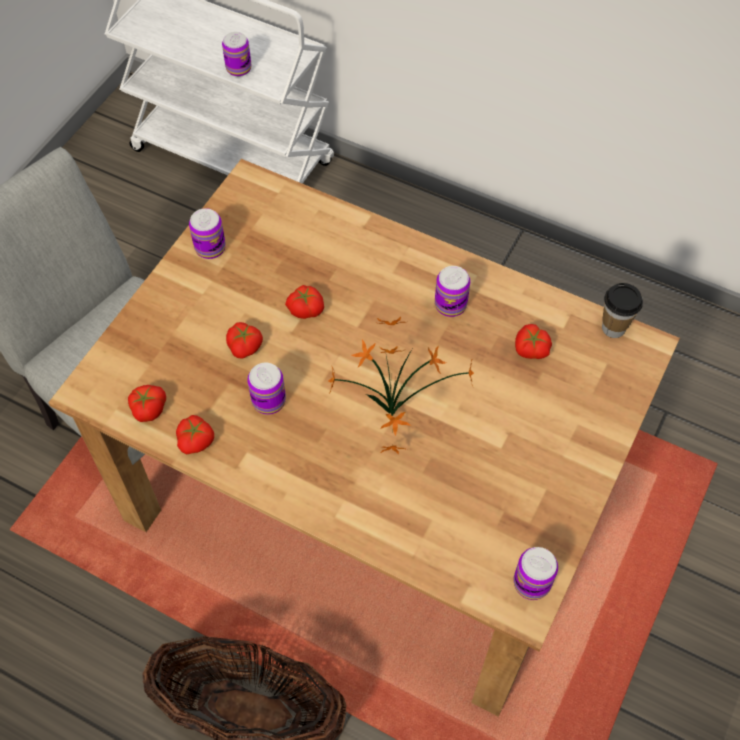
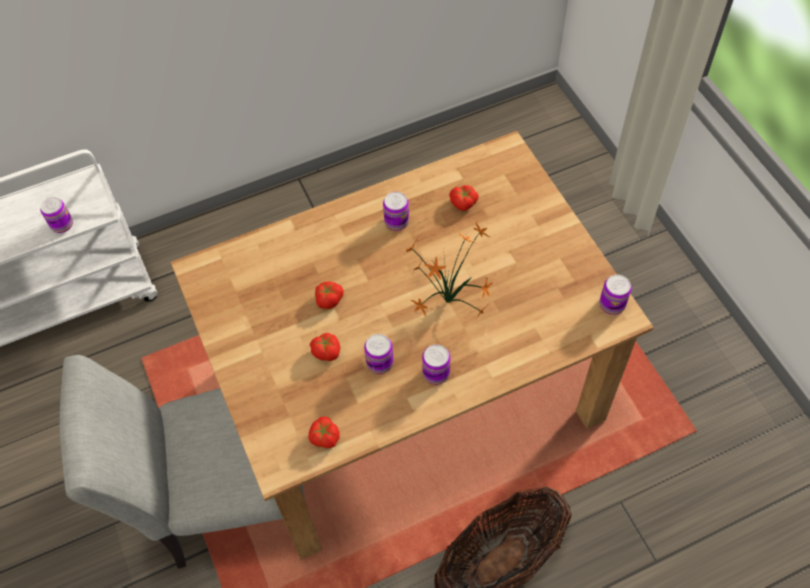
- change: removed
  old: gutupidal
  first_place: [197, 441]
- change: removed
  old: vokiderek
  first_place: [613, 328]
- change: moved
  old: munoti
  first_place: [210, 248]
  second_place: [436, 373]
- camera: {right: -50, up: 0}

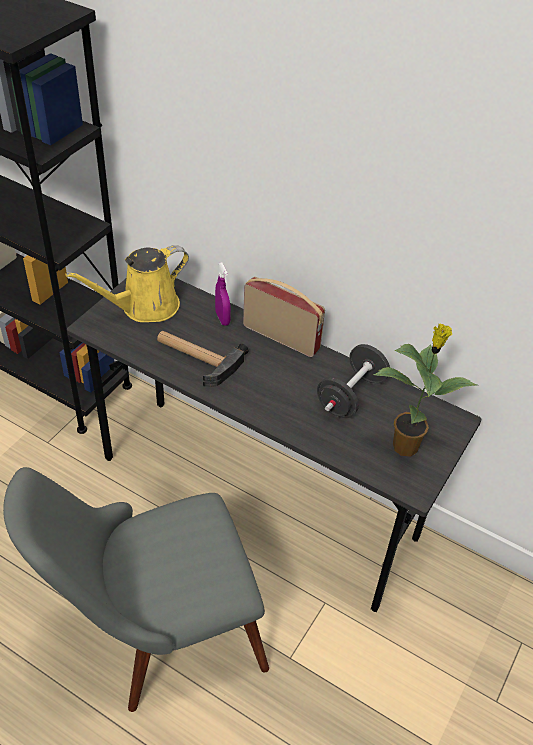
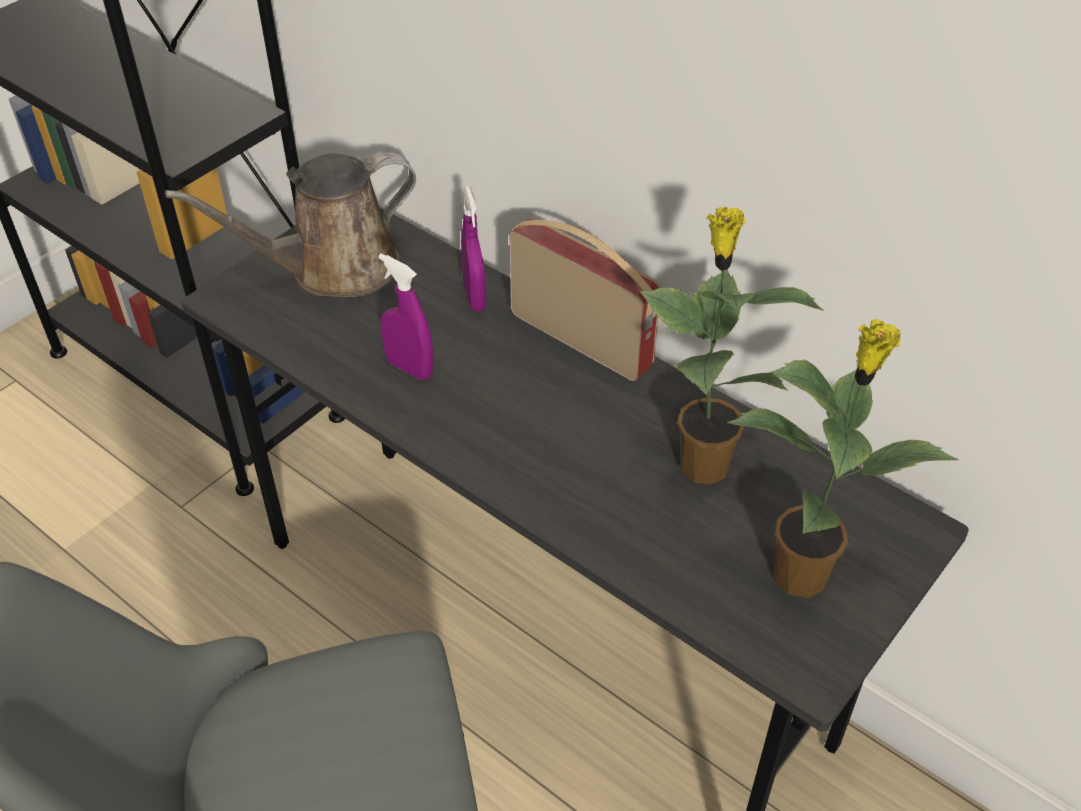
- change: replaced
  old: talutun
  new: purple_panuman
  first_place: [196, 357]
  second_place: [409, 368]
- change: replaced
  old: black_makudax
  new: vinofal
  first_place: [351, 395]
  second_place: [702, 463]
- change: recoloured
  old: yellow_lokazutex
  new: brown_lokazutex
  first_place: [144, 307]
  second_place: [333, 269]
- camera: {right: 10, up: 0}

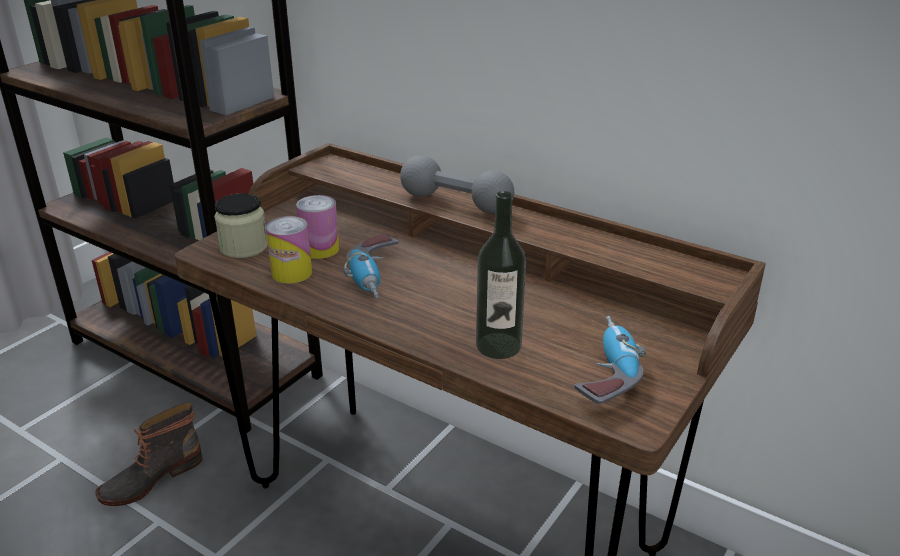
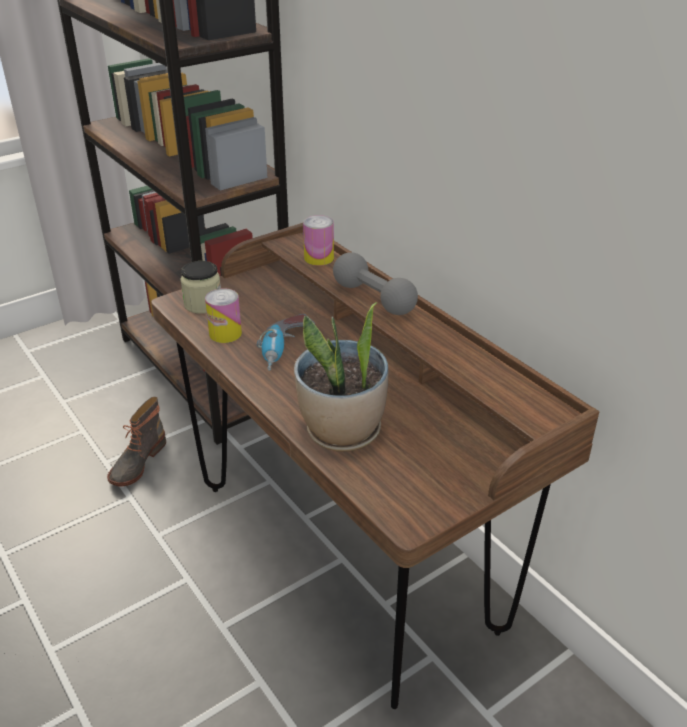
- change: removed
  old: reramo
  first_place: [604, 372]
- change: moved
  old: munoti
  first_place: [320, 249]
  second_place: [319, 258]
- change: replaced
  old: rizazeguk
  new: vinofal
  first_place: [498, 346]
  second_place: [342, 432]
- change: turned
  old: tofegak
  first_place: [151, 478]
  second_place: [137, 462]
  degrees: -45
- camera: {right: 20, up: 5}

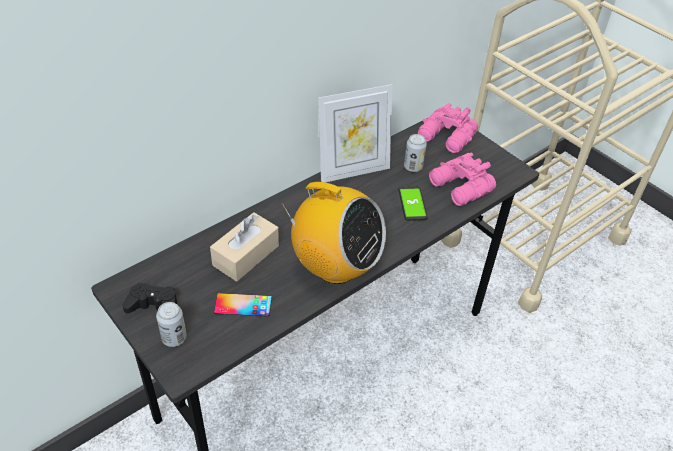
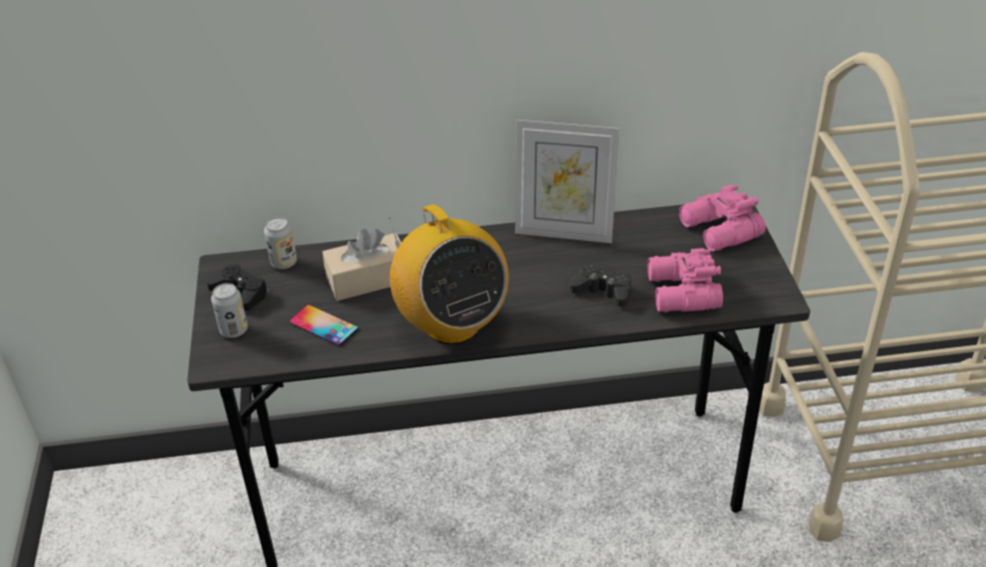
- change: moved
  old: munoti
  first_place: [413, 167]
  second_place: [284, 262]
- change: replaced
  old: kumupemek
  new: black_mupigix
  first_place: [412, 204]
  second_place: [603, 291]
- camera: {right: 35, up: -5}

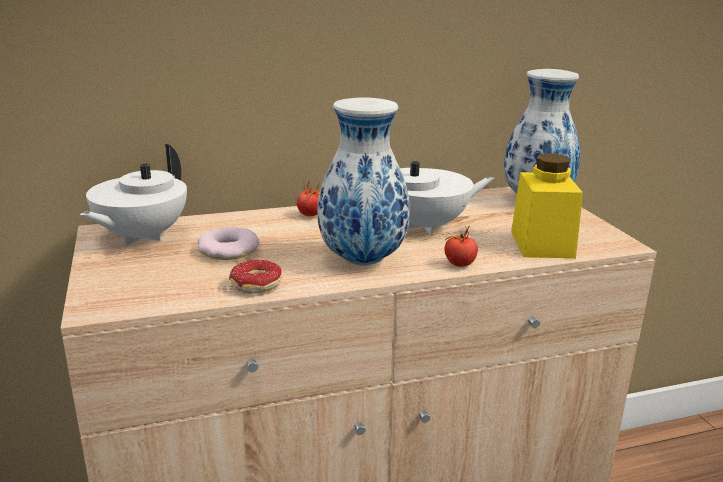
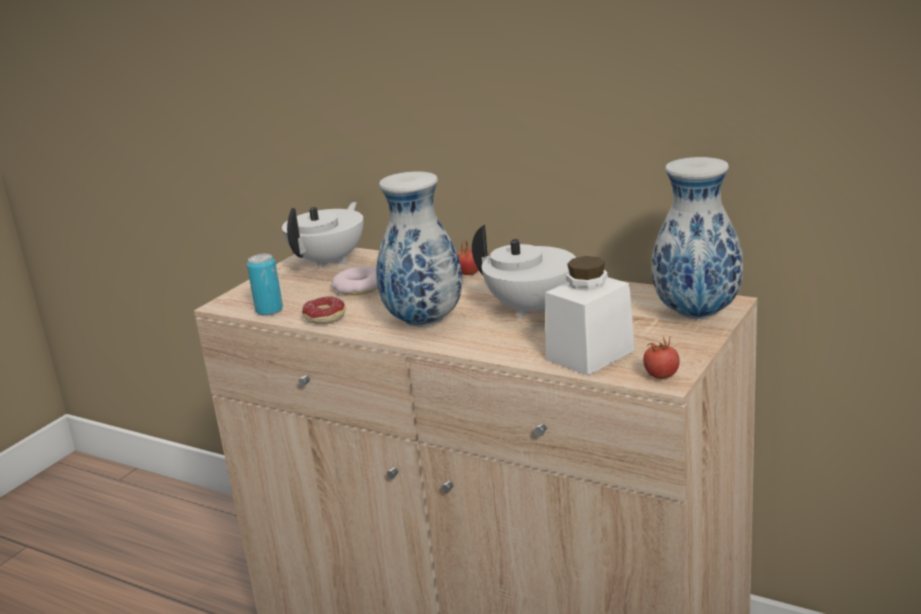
- change: added
  new: munoti
  second_place: [269, 310]
- change: moved
  old: gutupidal
  first_place: [459, 264]
  second_place: [661, 376]
- change: recoloured
  old: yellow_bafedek
  new: white_bafedek
  first_place: [542, 244]
  second_place: [590, 355]
- change: turned
  old: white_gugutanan
  first_place: [140, 237]
  second_place: [330, 261]
  degrees: 135
- camera: {right: 50, up: 0}

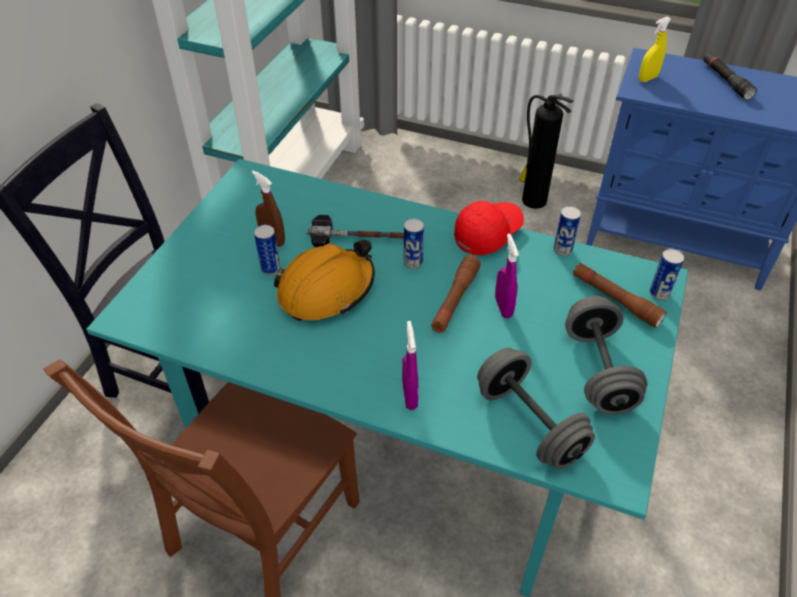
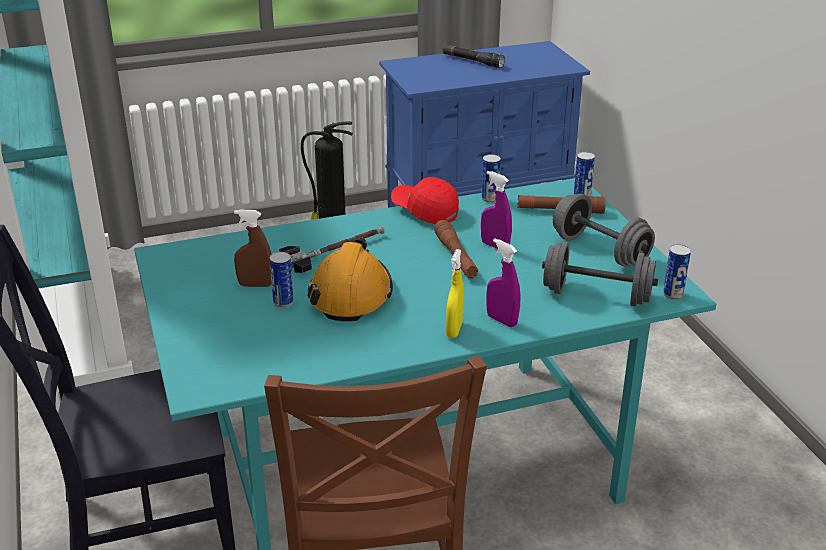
- change: moved
  old: munoti
  first_place: [413, 262]
  second_place: [673, 294]
- change: moved
  old: yellow_panuman
  first_place: [648, 78]
  second_place: [454, 330]
- change: turned
  old: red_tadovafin
  first_place: [487, 234]
  second_place: [425, 211]
  degrees: -60
- camera: {right: -40, up: -15}

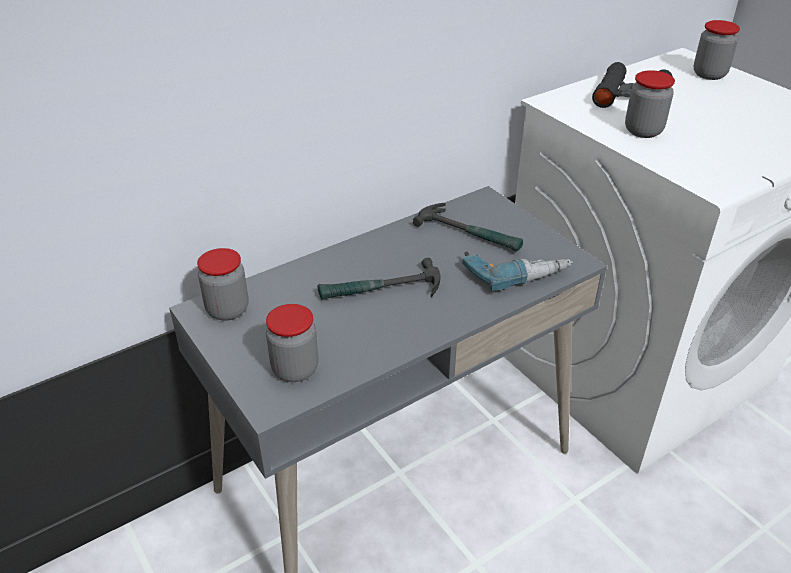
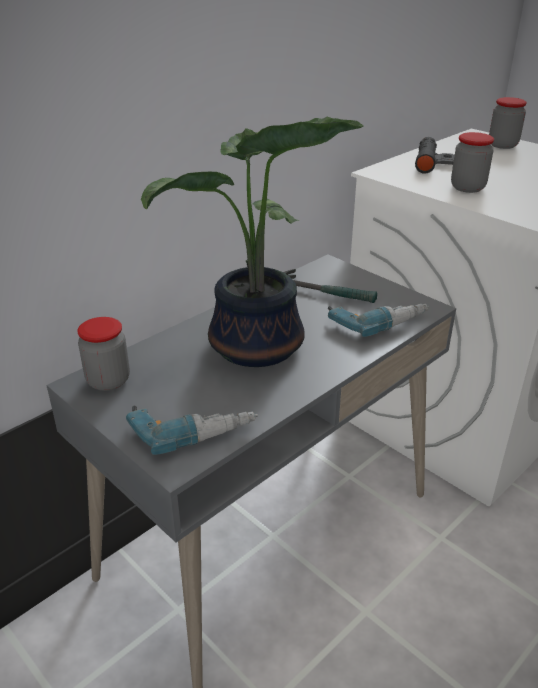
- change: replaced
  old: bafedek
  new: reramo
  first_place: [295, 369]
  second_place: [192, 427]
- change: replaced
  old: talutun
  new: vinofal
  first_place: [380, 290]
  second_place: [256, 348]
- camera: {right: -10, up: -5}

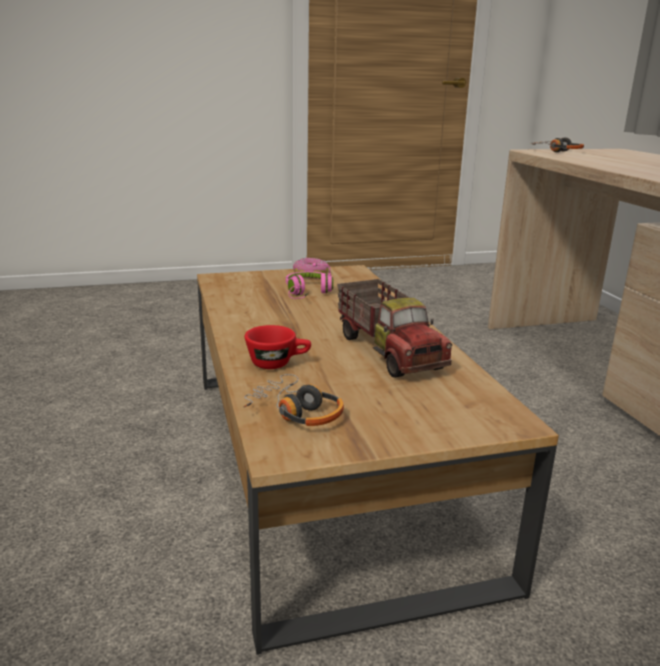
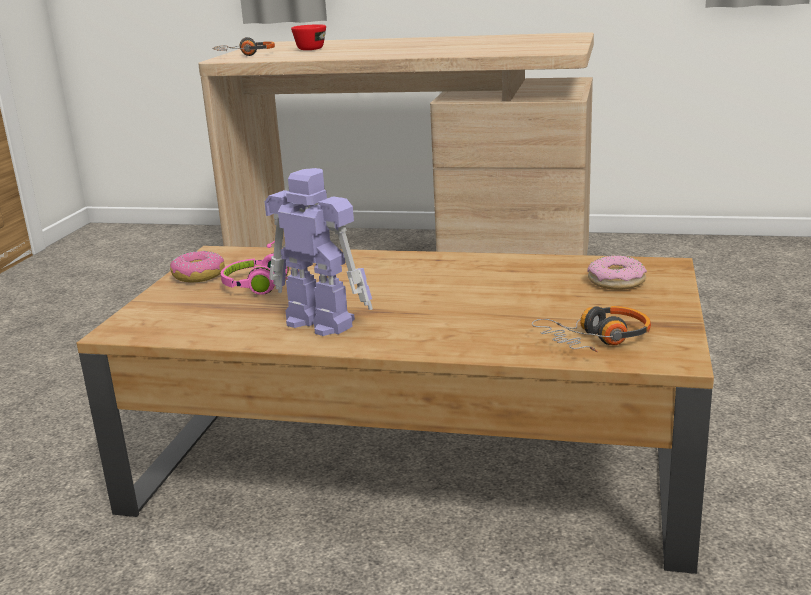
- change: removed
  old: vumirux
  first_place: [389, 351]
- change: added
  new: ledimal
  second_place: [319, 321]
- change: added
  new: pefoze
  second_place: [616, 281]
- change: moved
  old: red_vokiderek
  first_place: [278, 363]
  second_place: [312, 48]
- camera: {right: -60, up: 0}

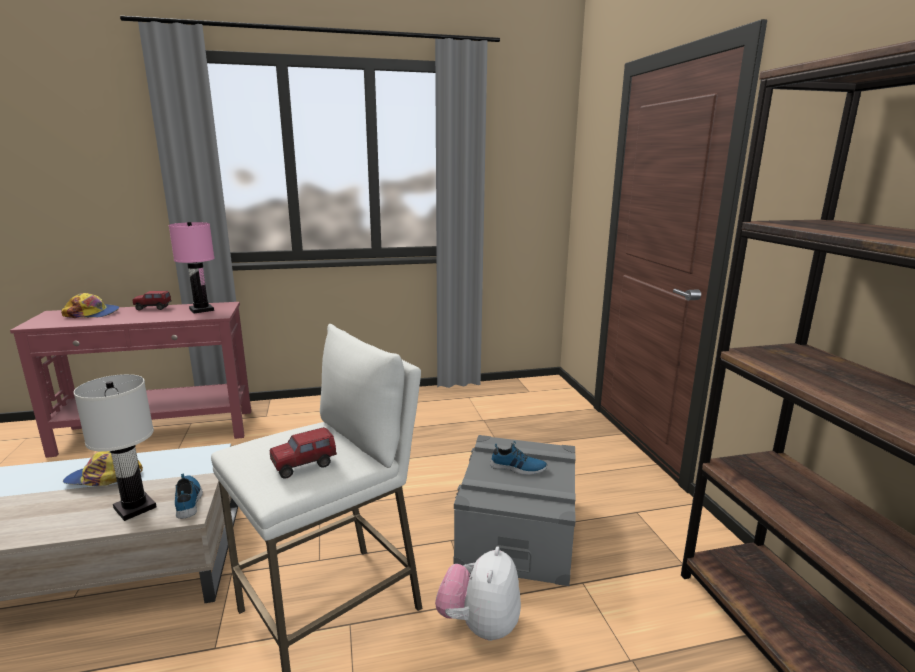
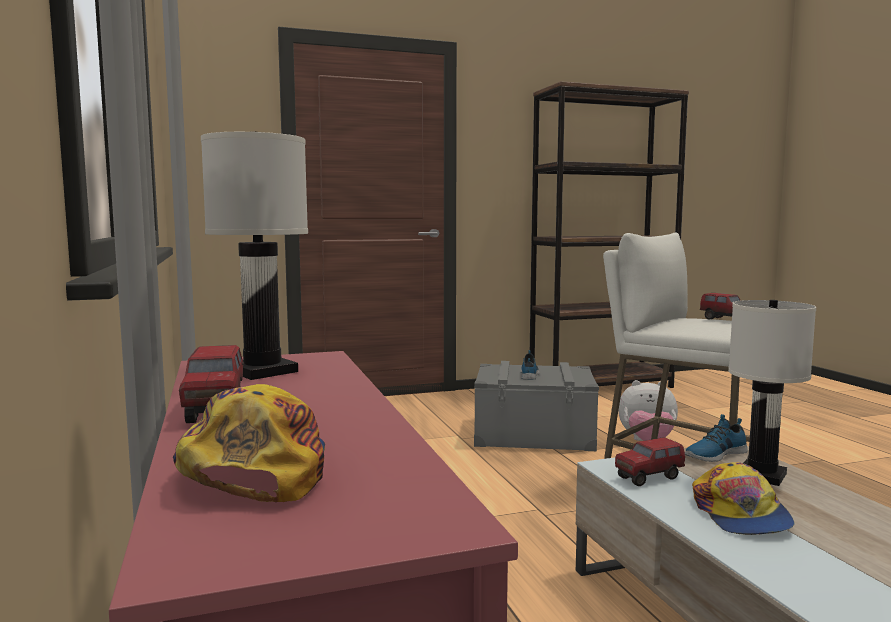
- change: added
  new: vumirux
  second_place: [649, 478]
- change: recoloured
  old: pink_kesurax
  new: white_kesurax
  first_place: [201, 310]
  second_place: [264, 371]
- camera: {right: -95, up: -10}

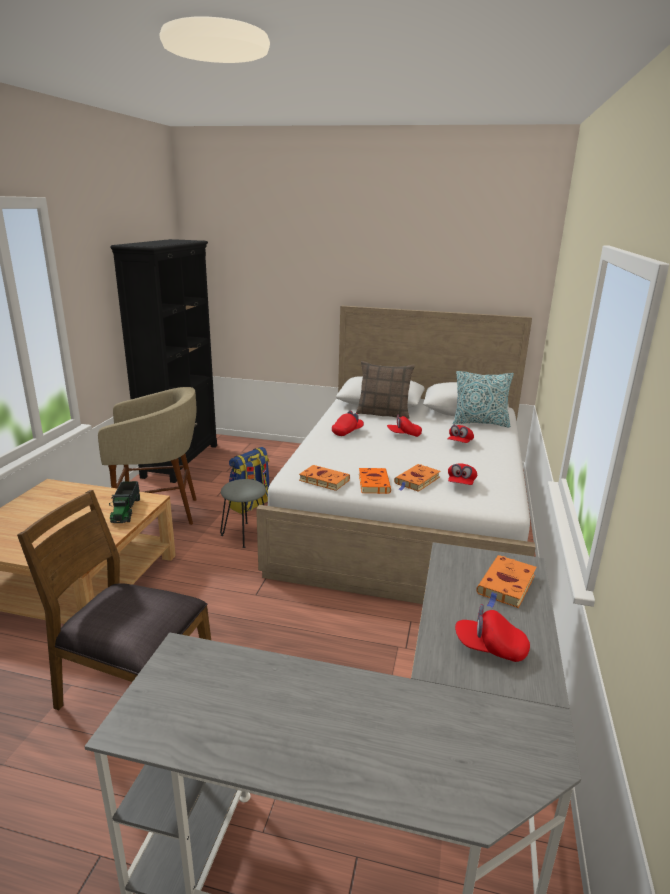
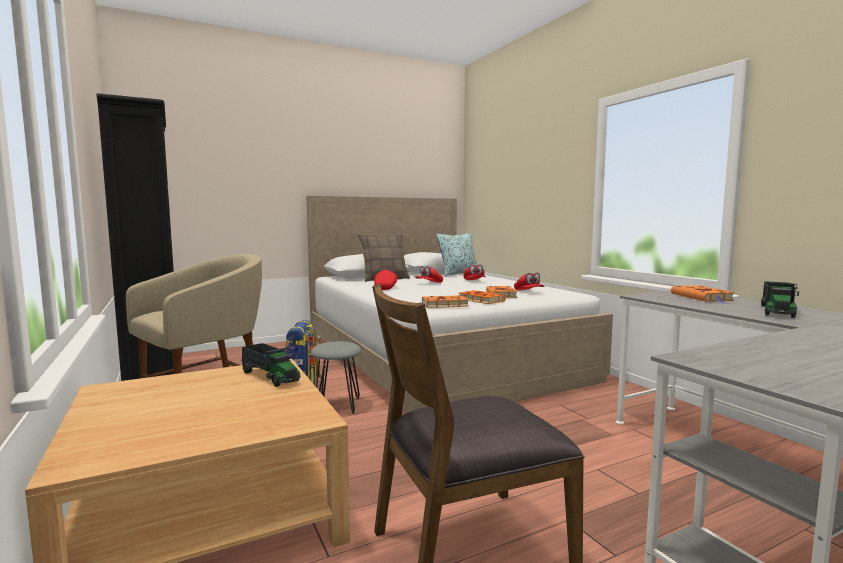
- change: replaced
  old: red_tadovafin
  new: vumirux
  first_place: [490, 648]
  second_place: [777, 311]
- camera: {right: -40, up: -15}

